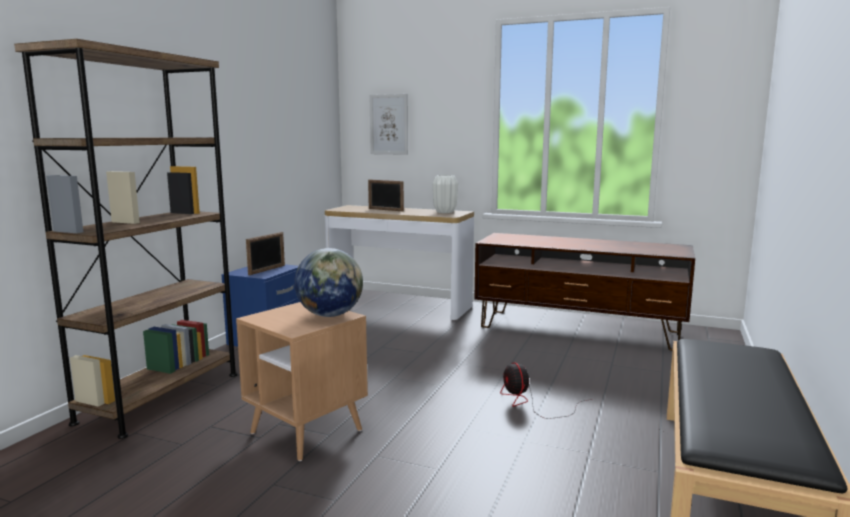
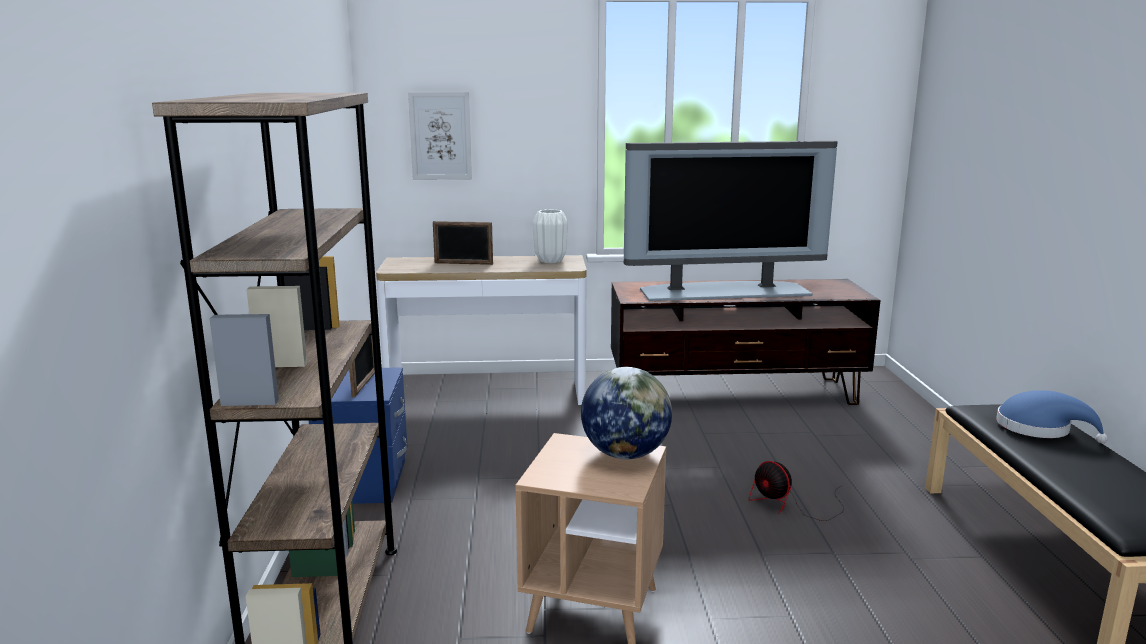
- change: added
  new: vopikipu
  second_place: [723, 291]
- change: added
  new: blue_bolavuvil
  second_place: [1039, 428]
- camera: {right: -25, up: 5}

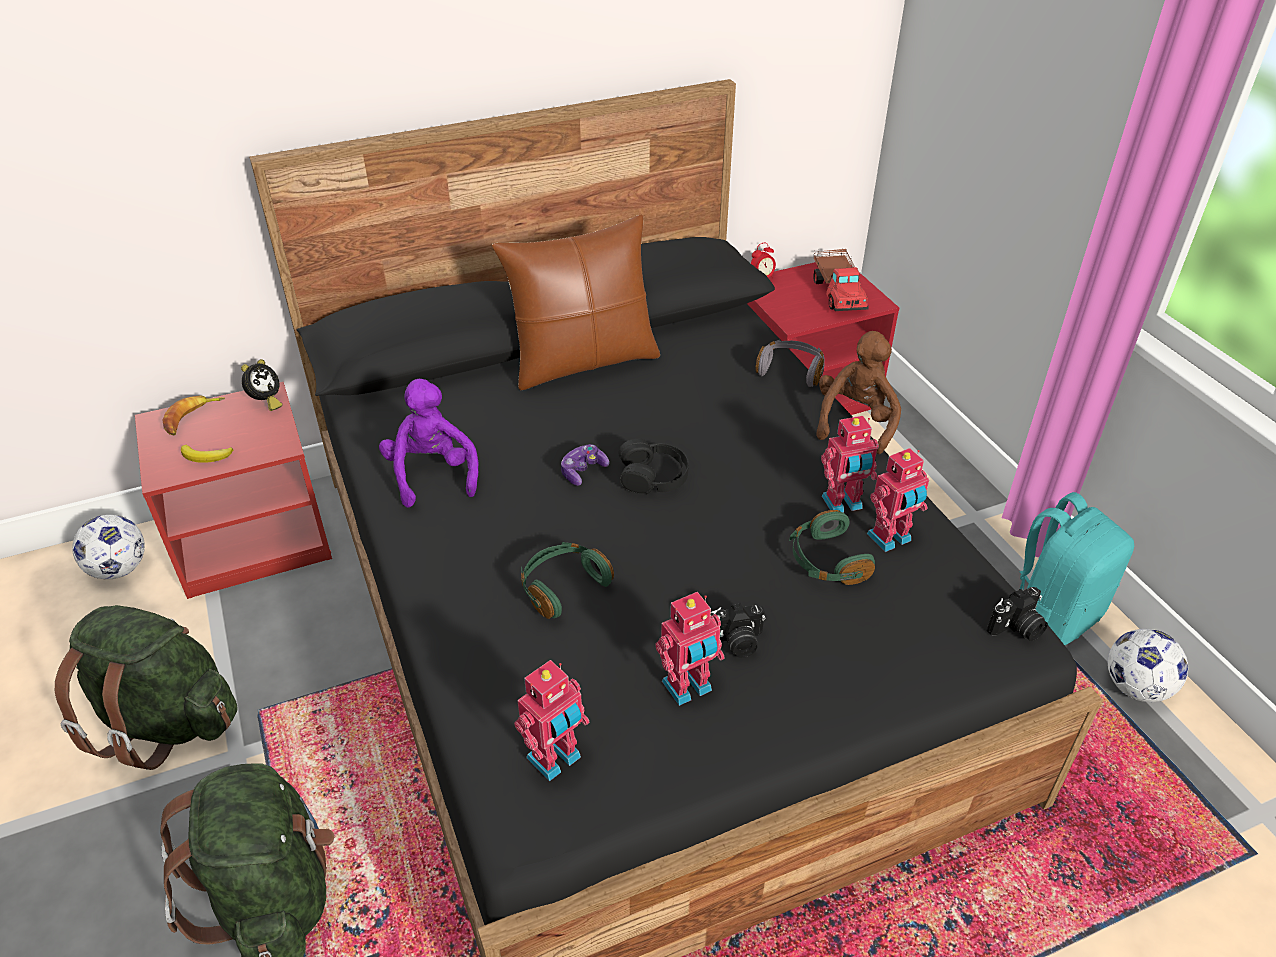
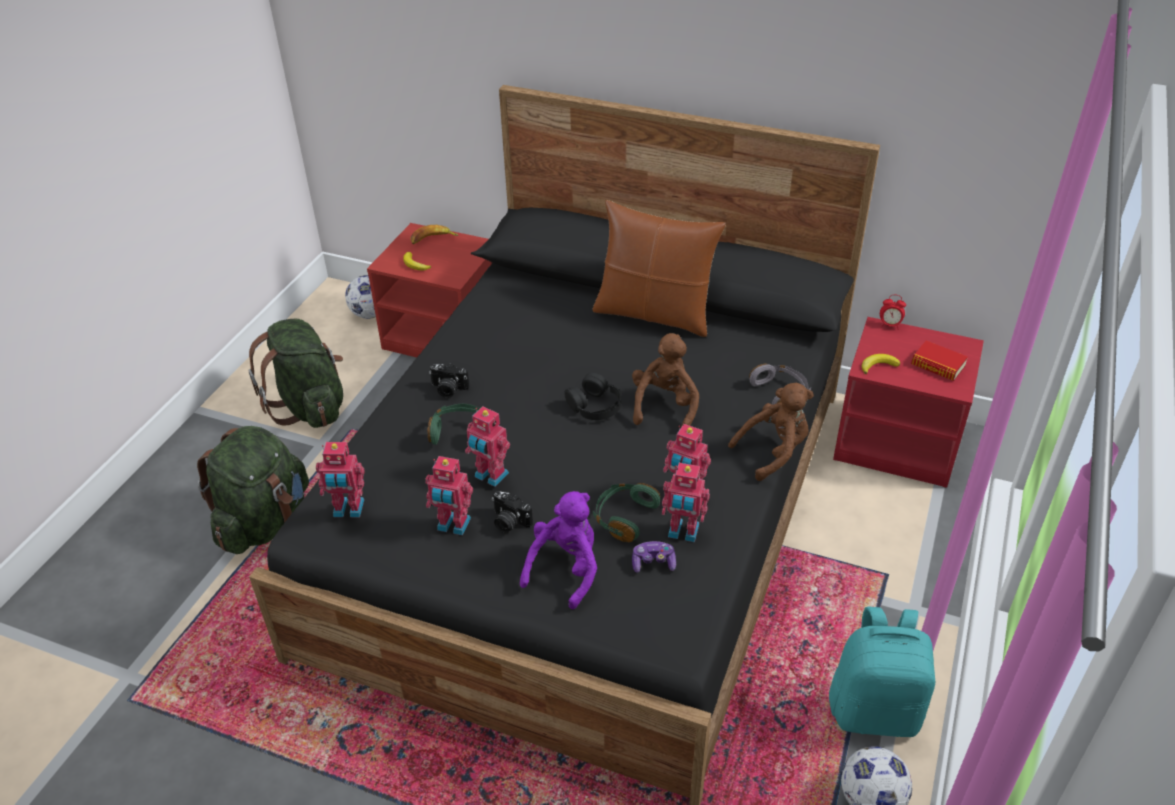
- change: removed
  old: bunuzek
  first_place: [266, 402]
- change: added
  new: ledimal
  second_place: [490, 476]
- change: added
  new: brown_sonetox
  second_place: [665, 406]
- change: added
  new: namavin
  second_place: [878, 365]
- change: moved
  old: purple_sonetox
  first_place: [432, 474]
  second_place: [566, 569]
- change: moved
  old: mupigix
  first_place: [583, 471]
  second_place: [653, 563]
- change: moved
  old: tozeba
  first_place: [1017, 628]
  second_place: [448, 389]
- change: replaced
  old: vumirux
  new: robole
  first_place: [838, 292]
  second_place: [938, 365]
- camera: {right: 45, up: 0}

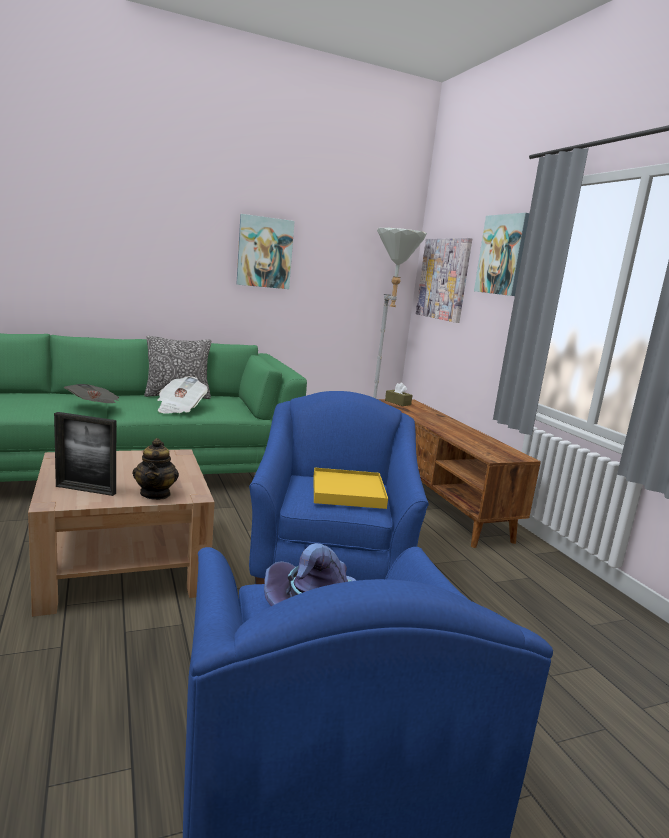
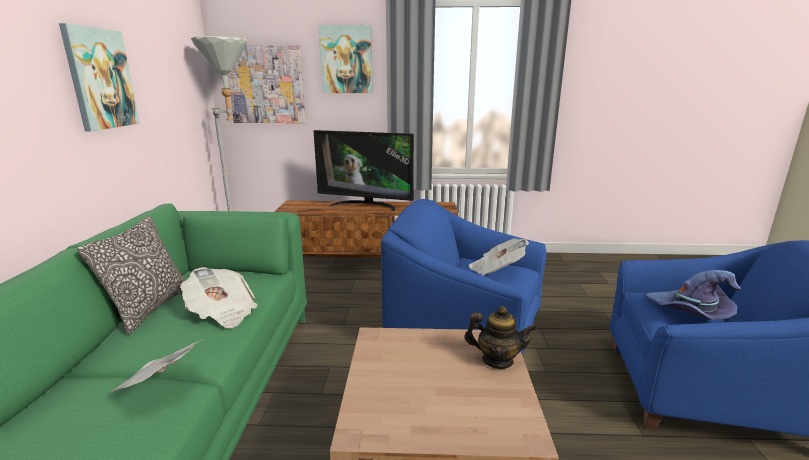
- change: removed
  old: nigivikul
  first_place: [85, 490]
- change: removed
  old: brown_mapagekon
  first_place: [397, 402]
- change: added
  new: vopikipu
  second_place: [366, 205]
- change: replaced
  old: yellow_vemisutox
  new: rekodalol
  first_place: [347, 492]
  second_place: [496, 270]
- camera: {right: -65, up: 5}

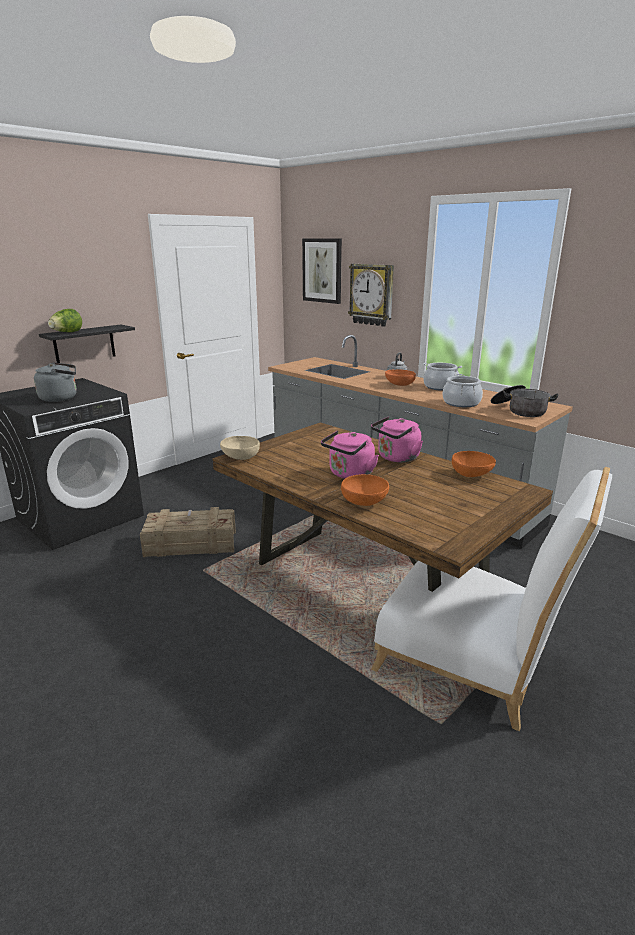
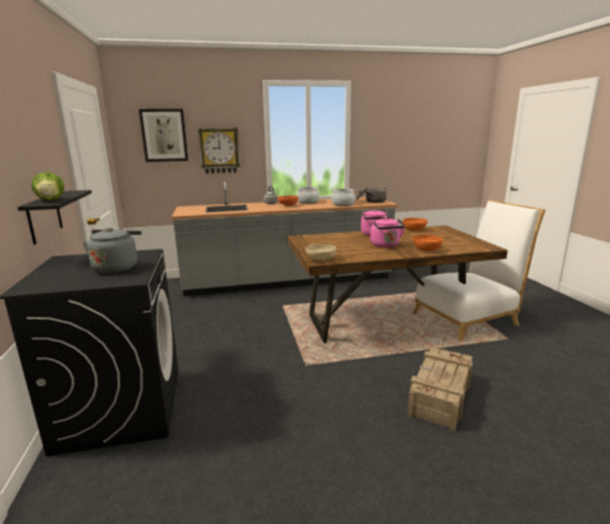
- change: moved
  old: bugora
  first_place: [190, 543]
  second_place: [439, 396]
- camera: {right: -55, up: -5}

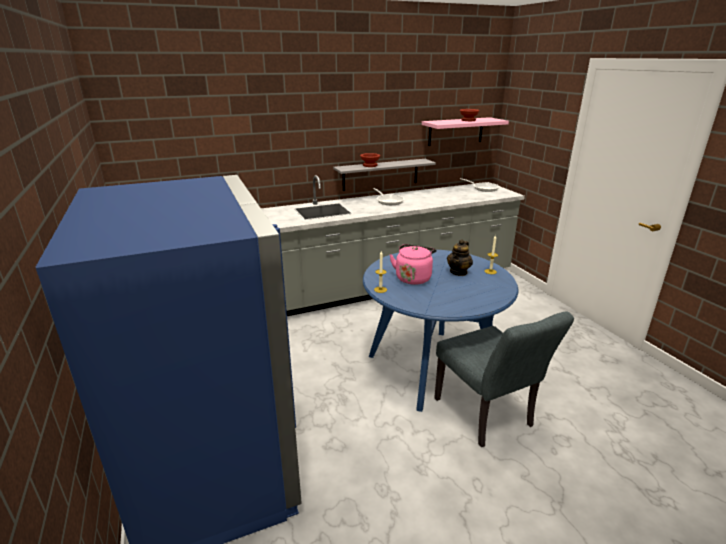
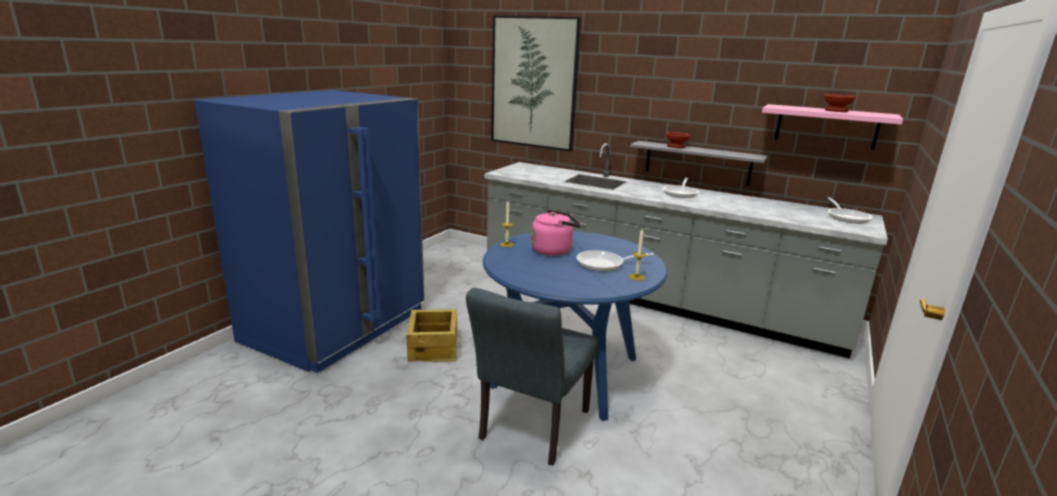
- change: added
  new: bugora
  second_place: [434, 347]
- change: added
  new: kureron
  second_place: [533, 83]
- change: replaced
  old: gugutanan
  new: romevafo
  first_place: [458, 272]
  second_place: [604, 264]
- camera: {right: 50, up: -5}

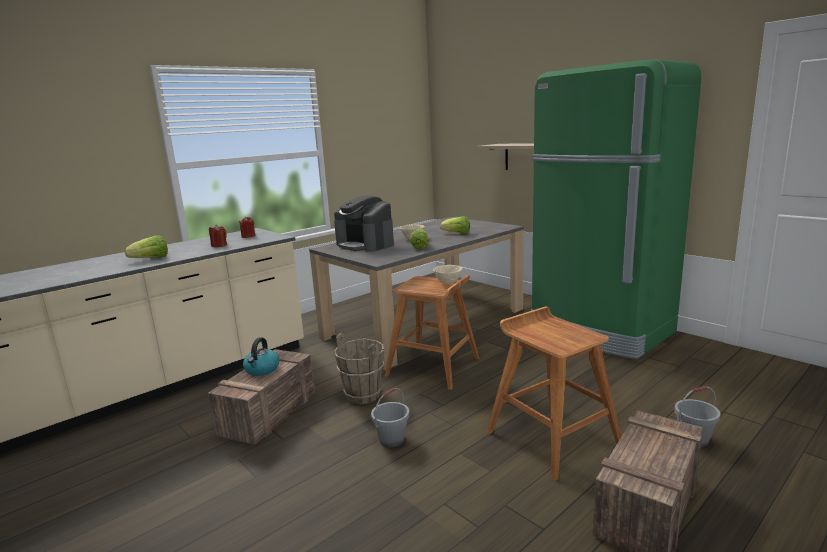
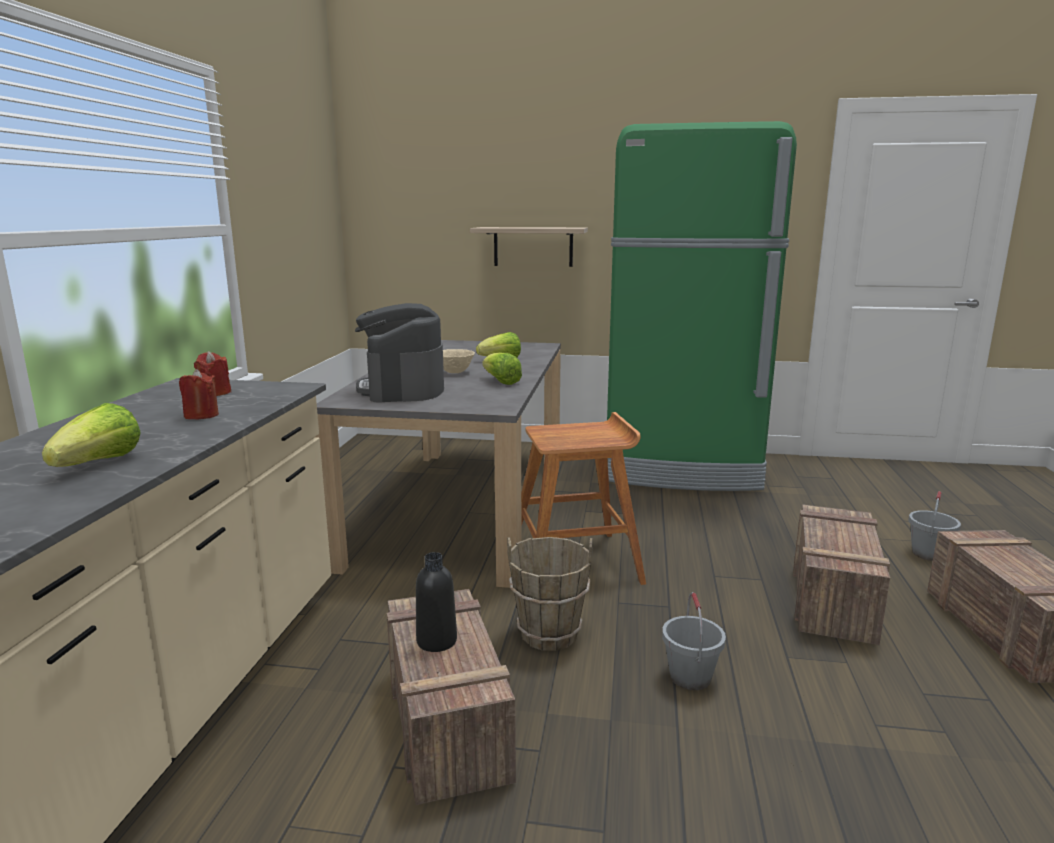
- change: removed
  old: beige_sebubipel
  first_place: [448, 282]
- change: replaced
  old: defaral
  new: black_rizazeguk
  first_place: [262, 370]
  second_place: [436, 641]
- change: replaced
  old: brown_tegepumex
  new: bugora
  first_place: [551, 437]
  second_place: [832, 598]
- change: turned
  old: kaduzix
  first_place: [365, 245]
  second_place: [402, 389]
  degrees: 75
- camera: {right: -40, up: 0}

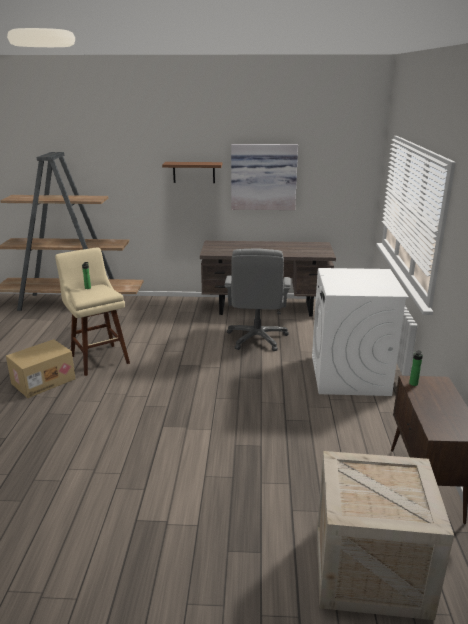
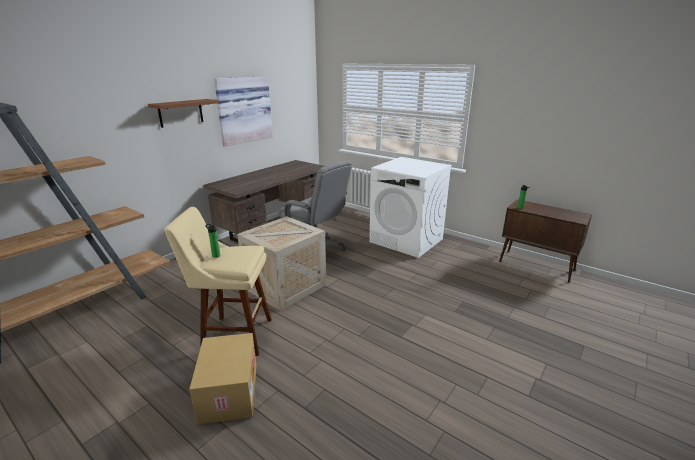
- change: moved
  old: bugora
  first_place: [372, 568]
  second_place: [285, 285]
- camera: {right: -55, up: 0}

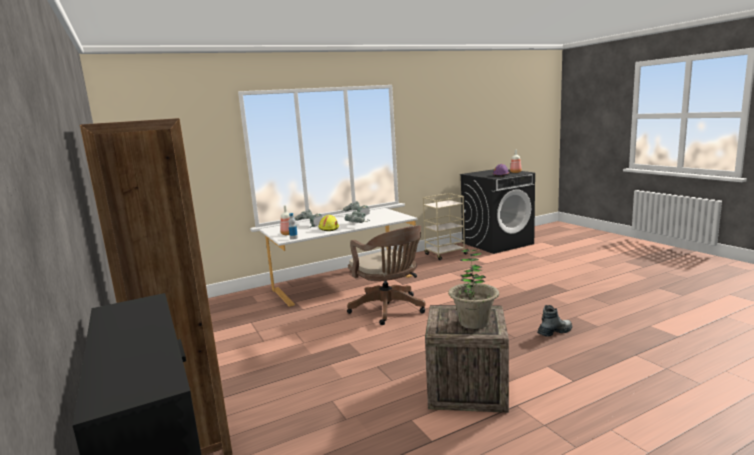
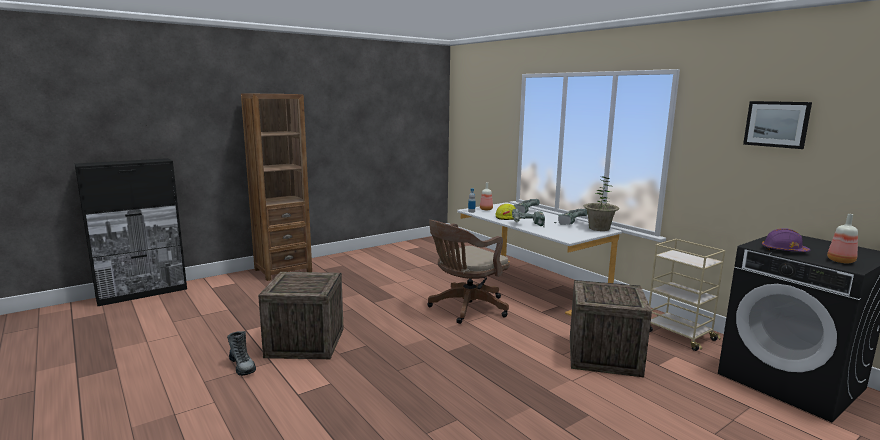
- change: added
  new: bugora
  second_place: [604, 356]
- change: added
  new: kureron
  second_place: [776, 124]
- change: moved
  old: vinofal
  first_place: [474, 322]
  second_place: [599, 228]
- change: moved
  old: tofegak
  first_place: [554, 332]
  second_place: [242, 366]
- camera: {right: 80, up: 0}

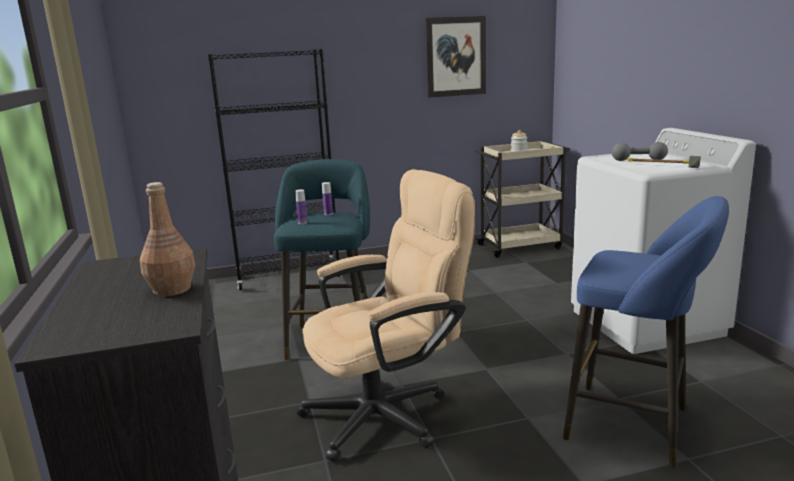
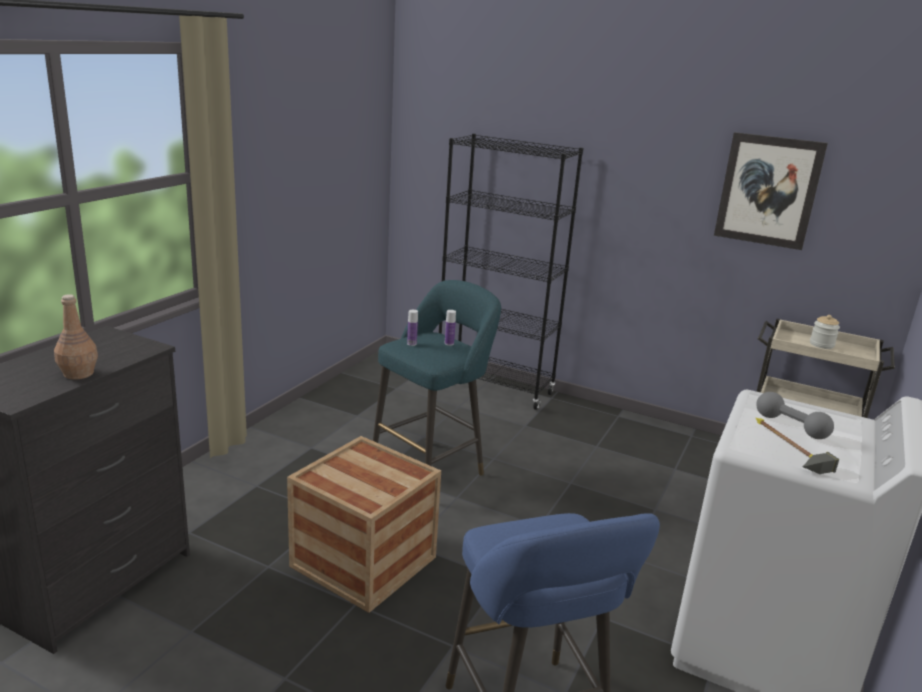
- change: replaced
  old: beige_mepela
  new: bugora
  first_place: [389, 413]
  second_place: [364, 562]
- camera: {right: 40, up: 5}

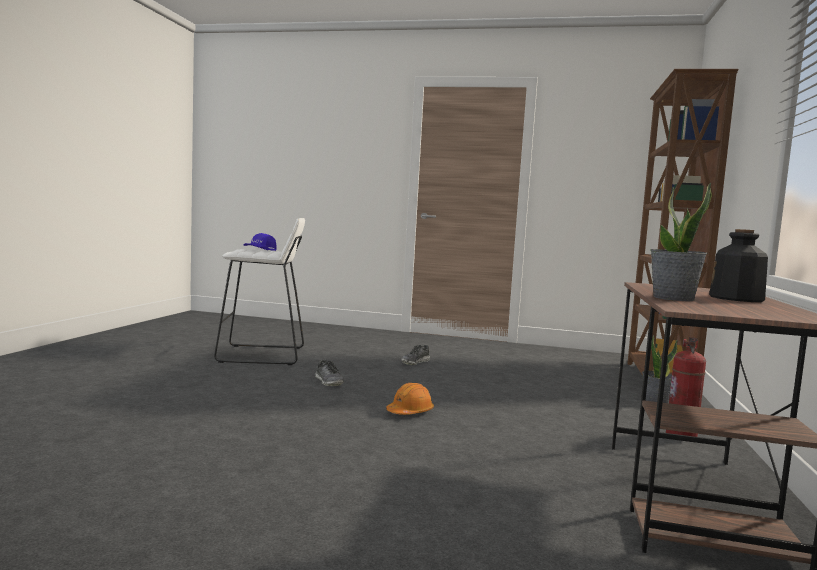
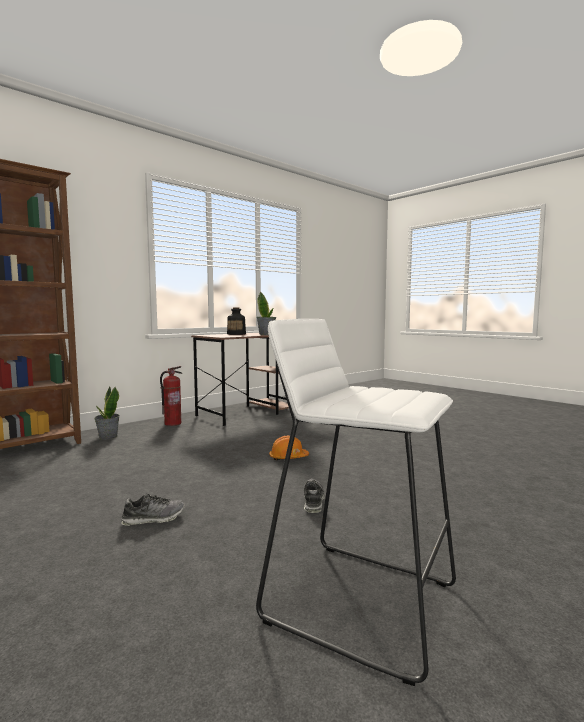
- change: removed
  old: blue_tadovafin
  first_place: [260, 250]
- camera: {right: -145, up: 0}

